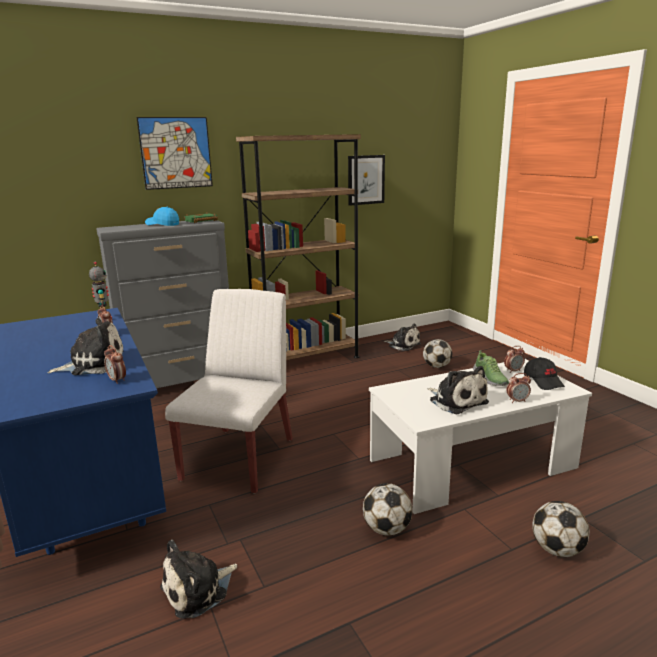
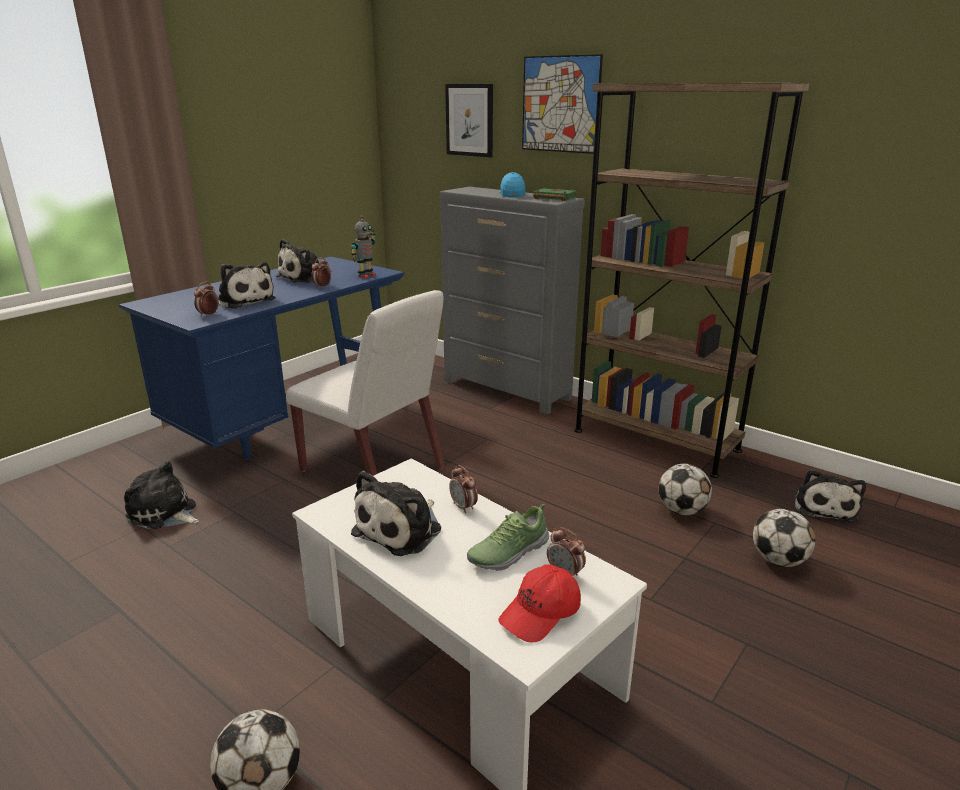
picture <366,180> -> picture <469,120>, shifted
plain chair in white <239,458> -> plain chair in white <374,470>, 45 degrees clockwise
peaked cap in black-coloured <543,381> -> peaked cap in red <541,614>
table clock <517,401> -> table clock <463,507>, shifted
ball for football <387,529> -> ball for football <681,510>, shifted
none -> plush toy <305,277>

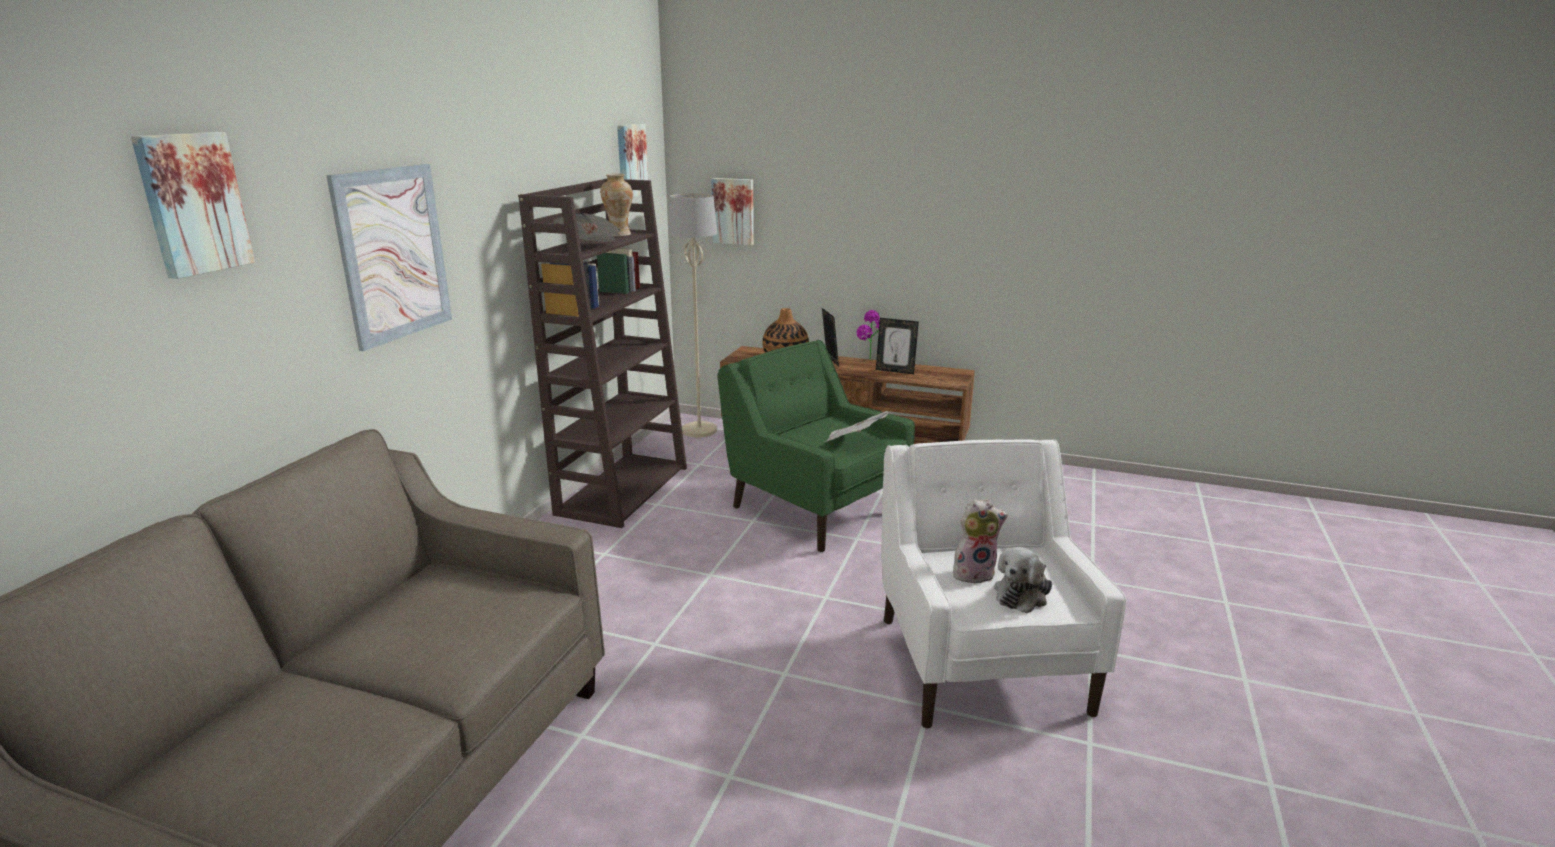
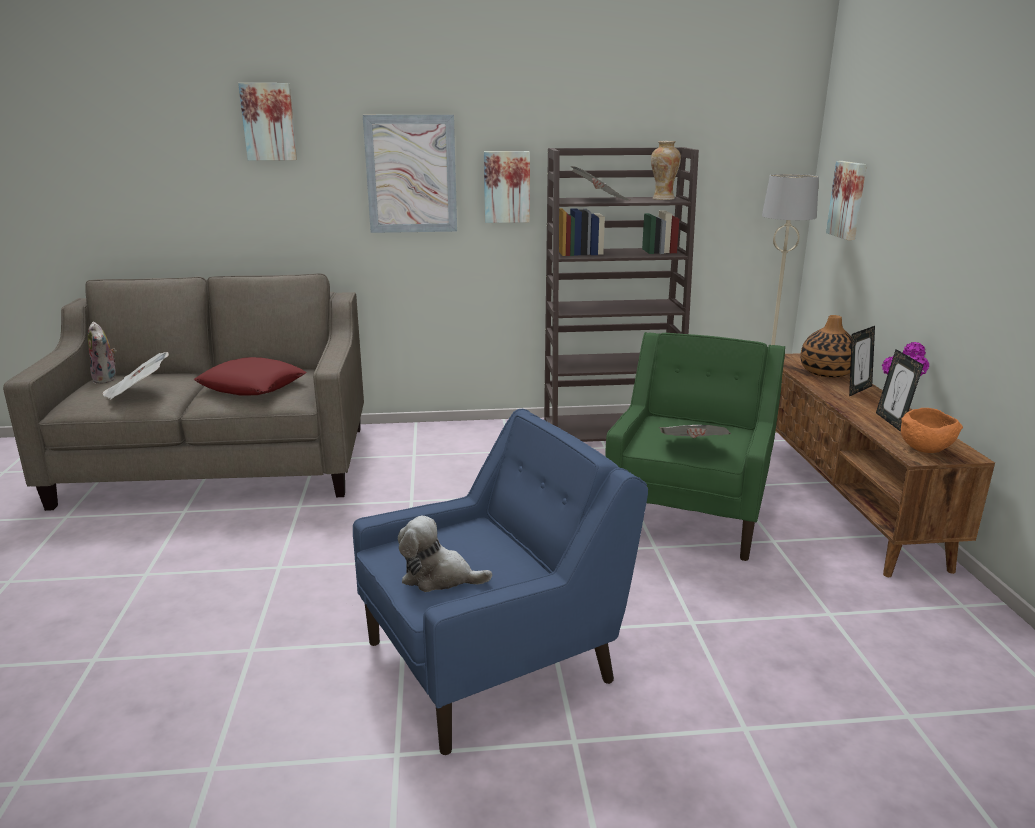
picture <630,160> -> picture <506,187>, shifted
lounge chair in white <981,661> -> lounge chair in blue-coloured <493,660>
plush toy <974,573> -> plush toy <107,379>, shifted
none -> printed paper <137,393>
none -> throw pillow in red <252,386>
none -> bowl in orange-coloured <925,449>

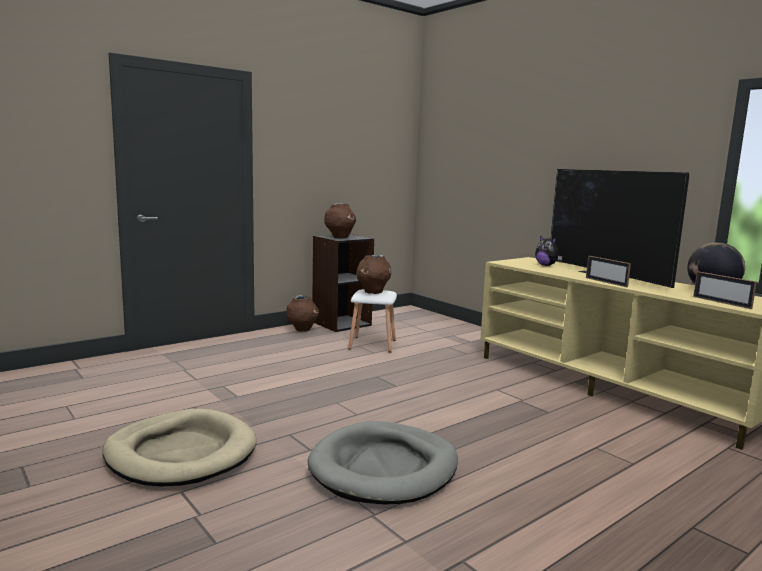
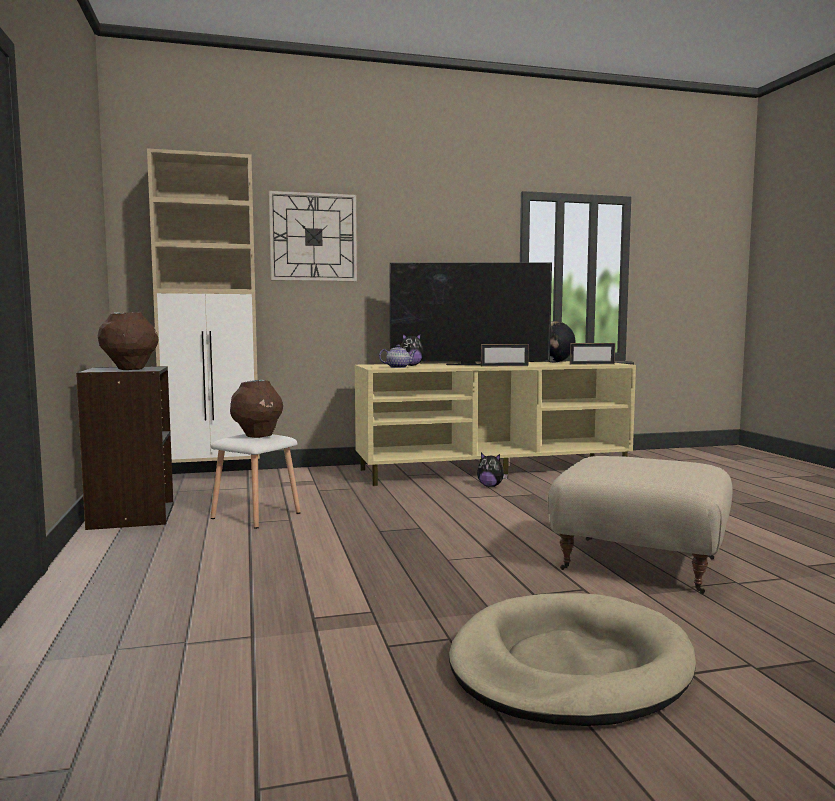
flower vase in brown <302,330> -> none
dog bed in gray <384,468> -> pouffe in beige <638,564>
none -> cupboard in beige <214,477>
none -> clock on the wall <313,237>
none -> tea pot <398,367>
none -> plush toy <490,486>

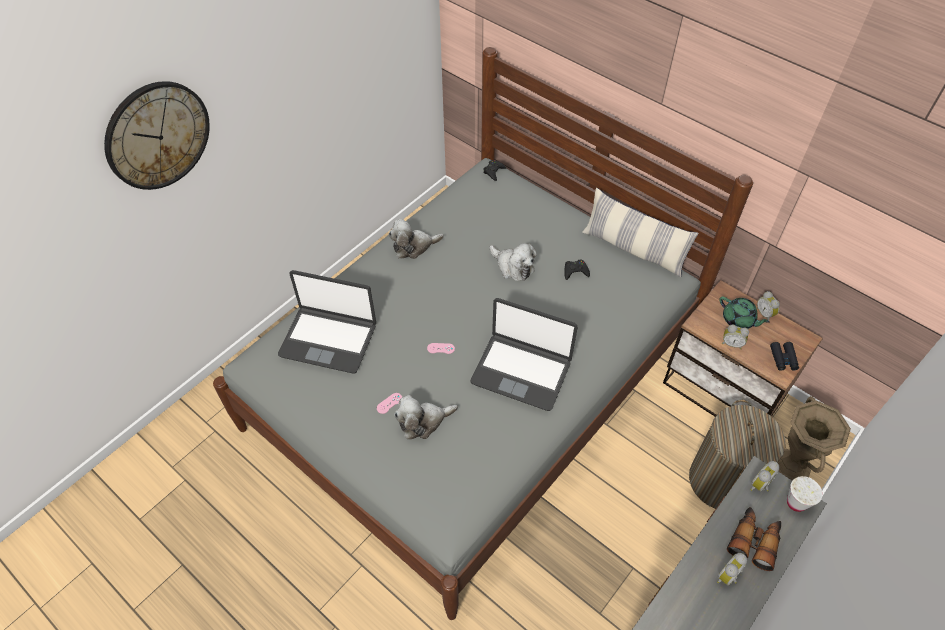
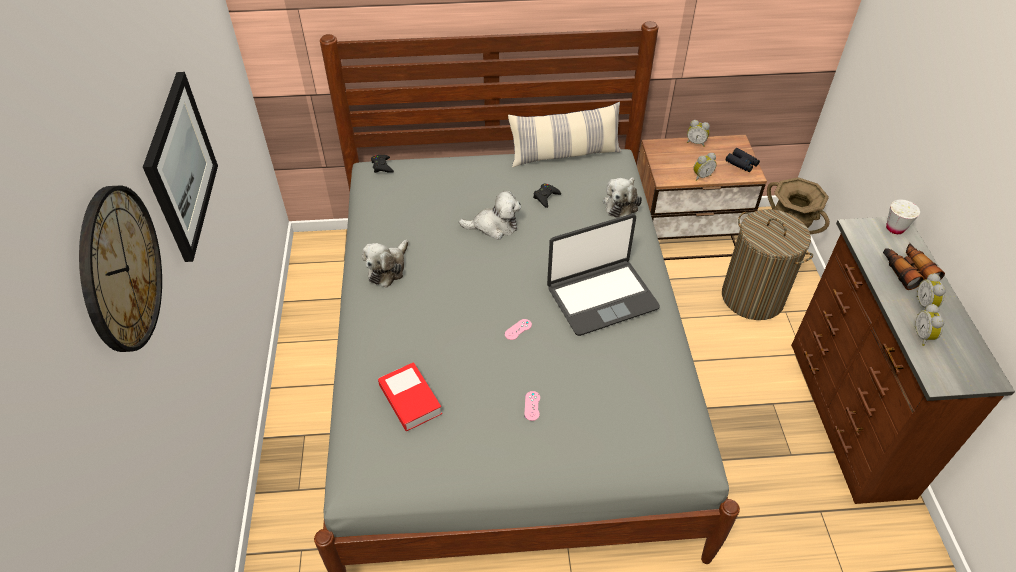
portable computer <328,339> -> volume <410,400>
tea pot in green <738,320> -> none
plush toy <423,422> -> plush toy <621,204>, shifted
table clock <761,485> -> table clock <923,336>, shifted
none -> picture <180,166>

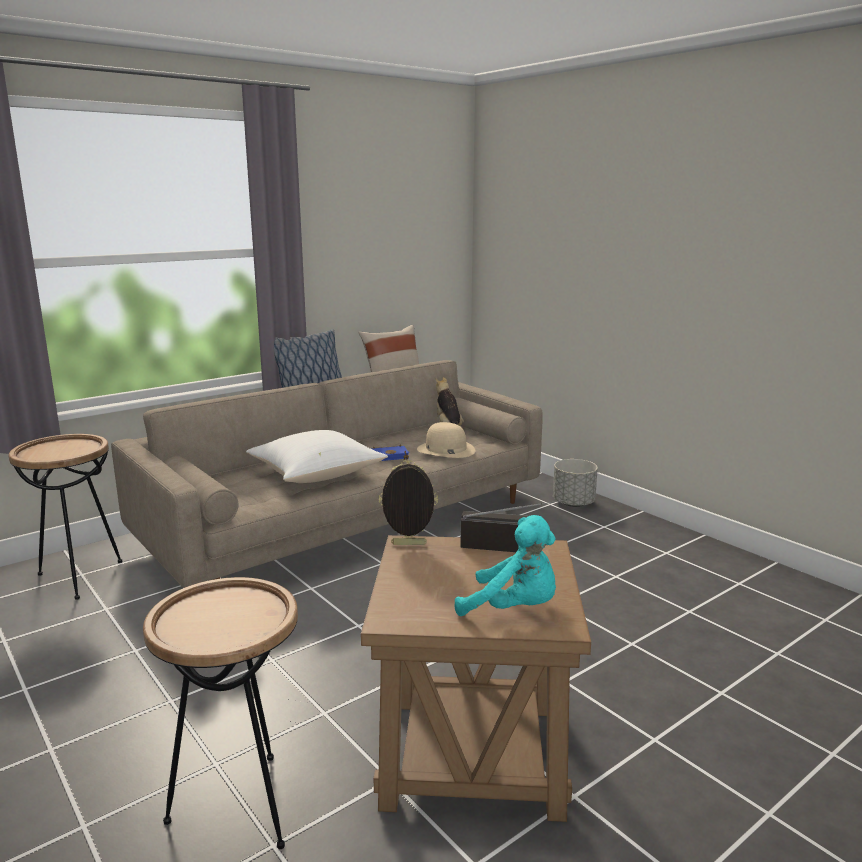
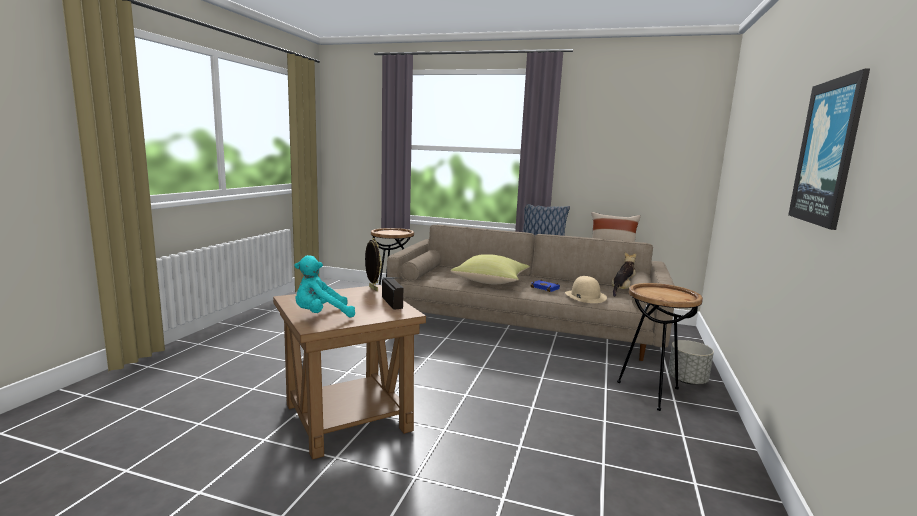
throw pillow in white <317,475> -> throw pillow in yellow <491,282>
plush toy in turquoise <513,609> -> plush toy in turquoise <321,315>, 75 degrees clockwise
accent table in brown <240,806> -> accent table in brown <651,393>, shifted
none -> picture <828,152>

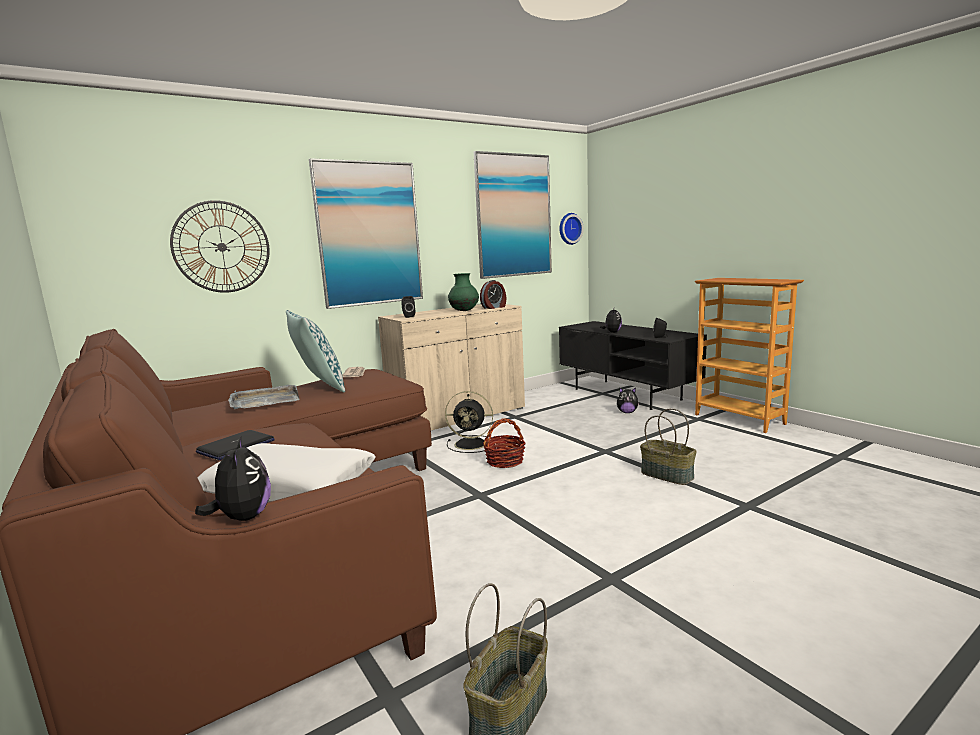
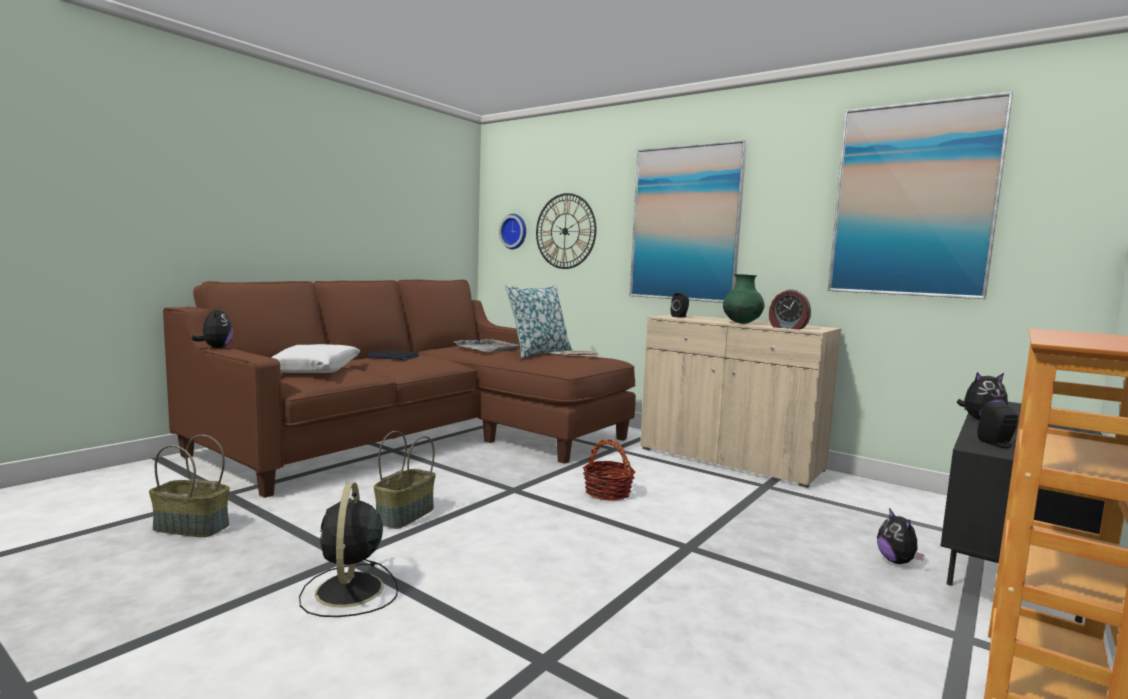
clock on the wall <569,229> -> clock on the wall <514,231>, shifted
electric fan in black-coloured <472,444> -> electric fan in black-coloured <349,591>, shifted
basket <667,475> -> basket <405,516>, shifted
plush toy <243,517> -> plush toy <216,348>, 75 degrees counterclockwise

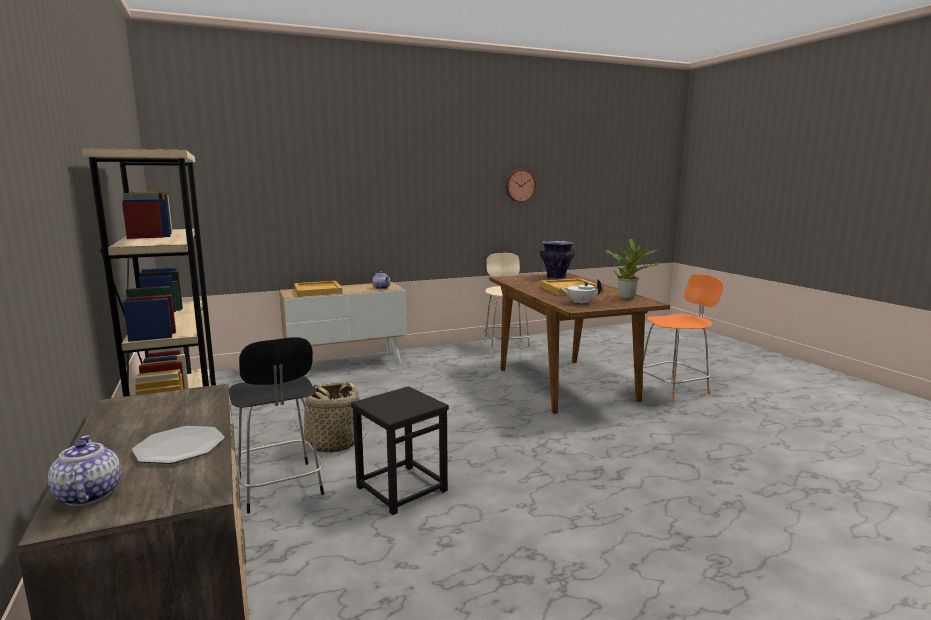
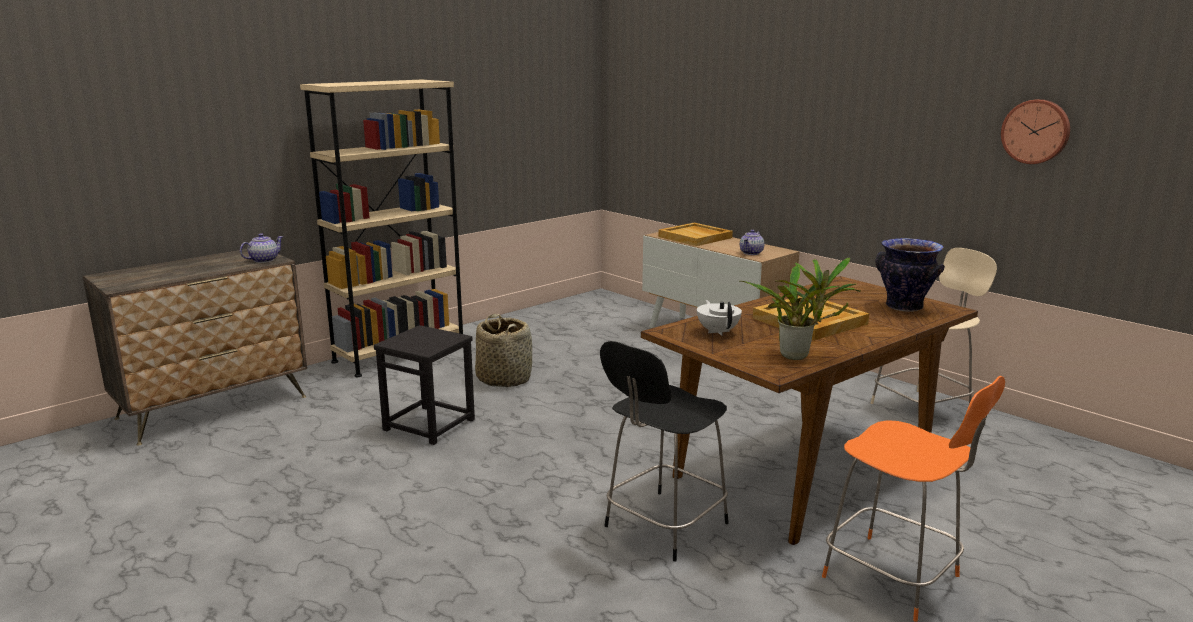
plain chair in black-coloured <280,488> -> plain chair in black-coloured <663,526>, shifted
plate <179,447> -> none
tea pot <87,495> -> tea pot <263,260>, shifted

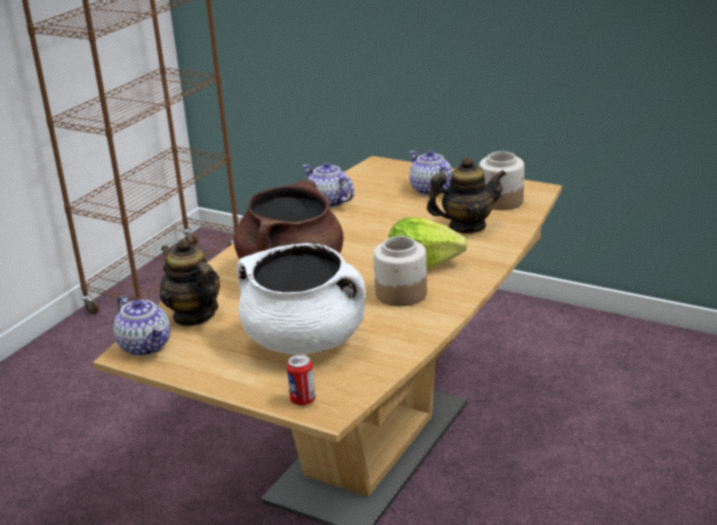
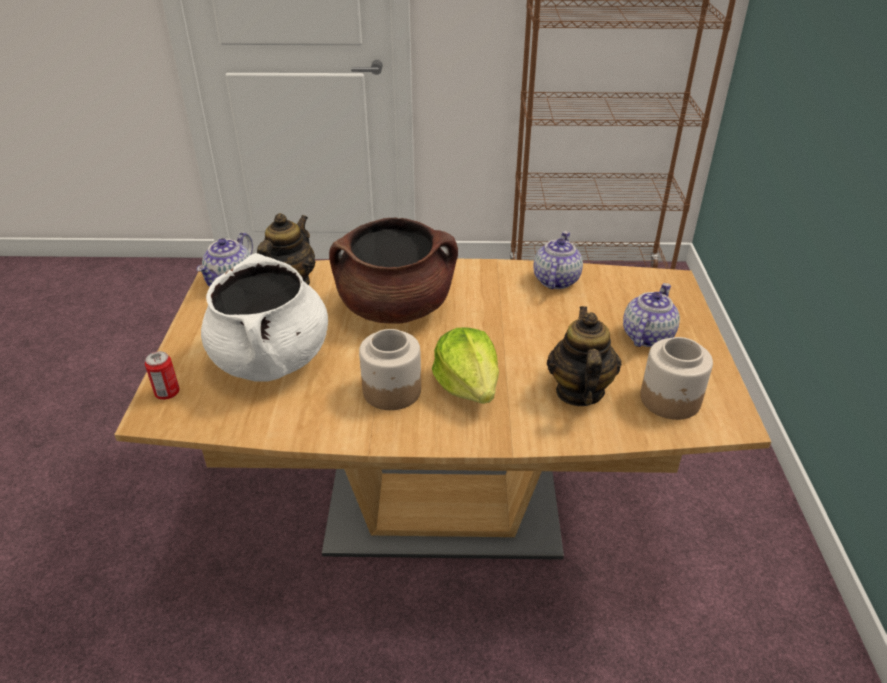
tea pot <467,226> -> tea pot <579,391>, 135 degrees counterclockwise

